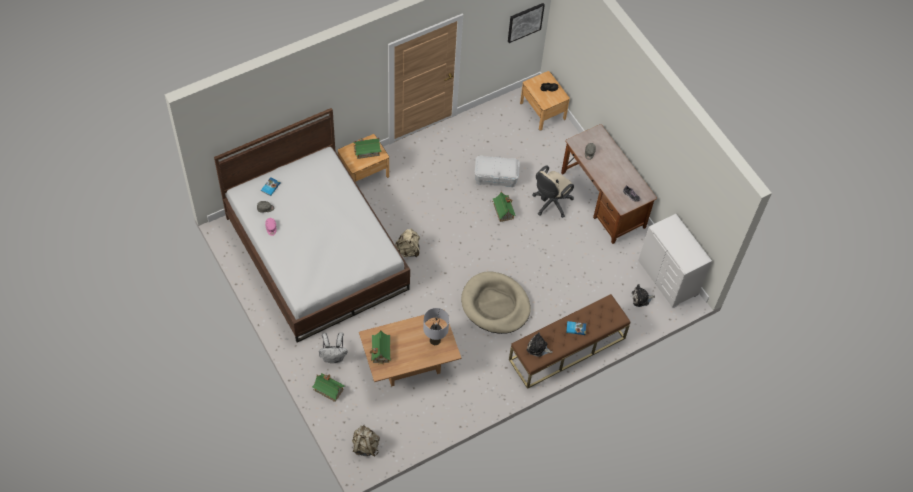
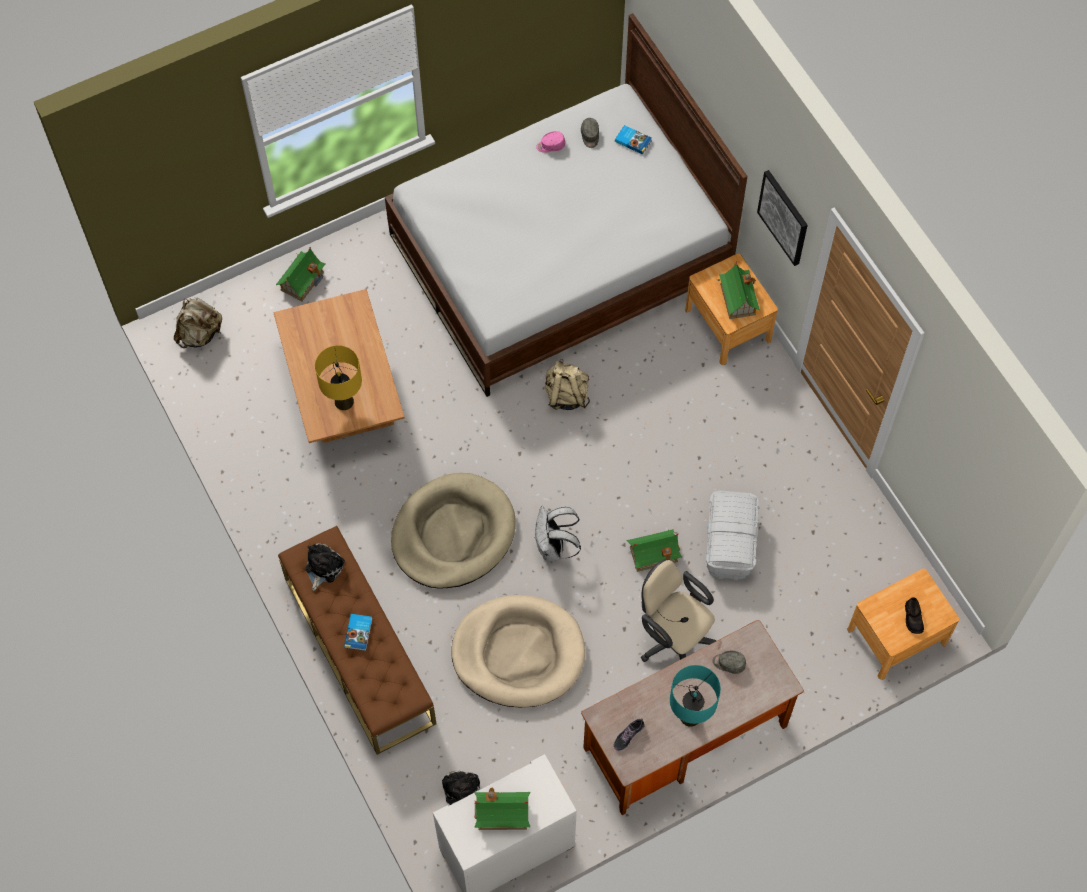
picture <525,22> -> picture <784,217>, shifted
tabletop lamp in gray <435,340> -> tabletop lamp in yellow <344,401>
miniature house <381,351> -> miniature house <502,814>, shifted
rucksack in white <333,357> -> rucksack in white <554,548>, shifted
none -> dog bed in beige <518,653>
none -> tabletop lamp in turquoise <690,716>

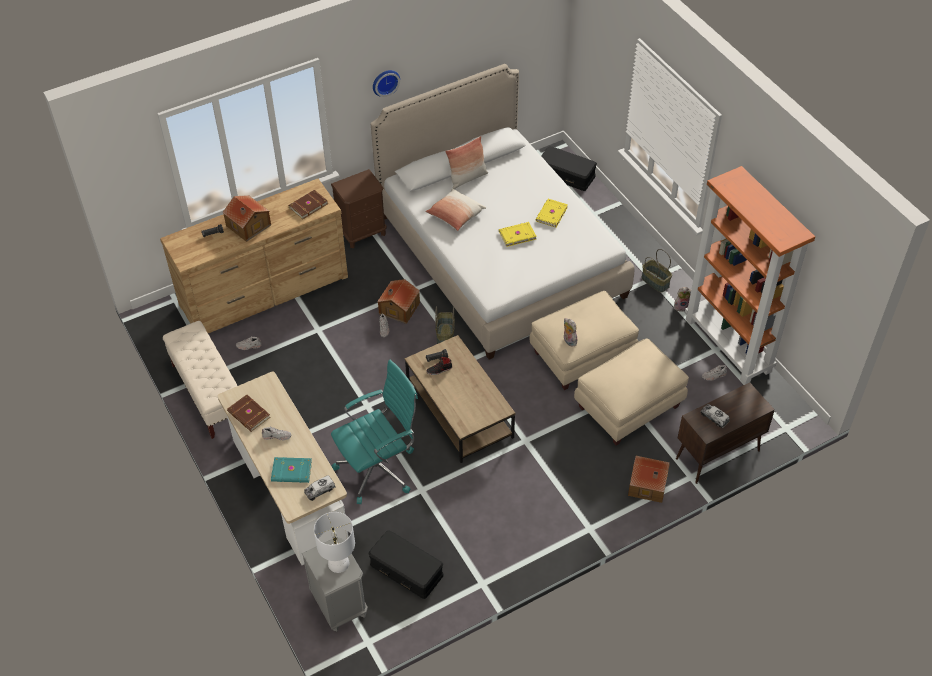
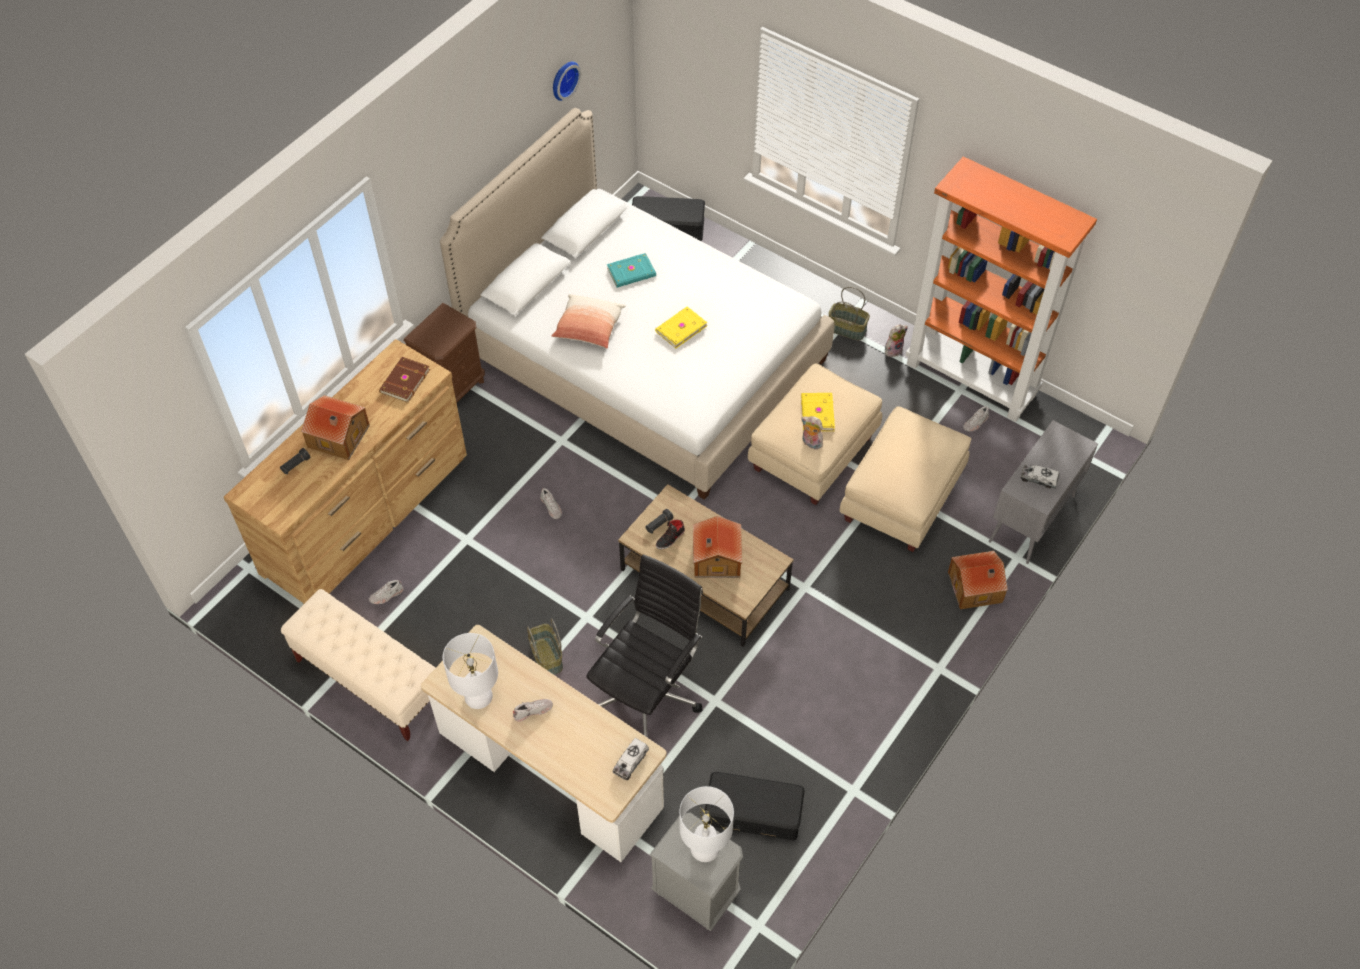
clock on the wall <385,81> -> clock on the wall <563,79>, shifted
throw pillow <467,178> -> none
volume in yellow <551,214> -> volume in yellow <816,414>, shifted
miniature house <398,308> -> miniature house <715,559>, shifted
basket <445,335> -> basket <546,656>, shifted
desk chair in turquoise <379,468> -> desk chair in black-coloured <647,694>
cupboard in brown <717,455> -> cupboard in gray <1031,520>
volume in brown <248,415> -> tabletop lamp in white <478,697>
volume in turquoise <292,472> -> volume in turquoise <632,273>, shifted

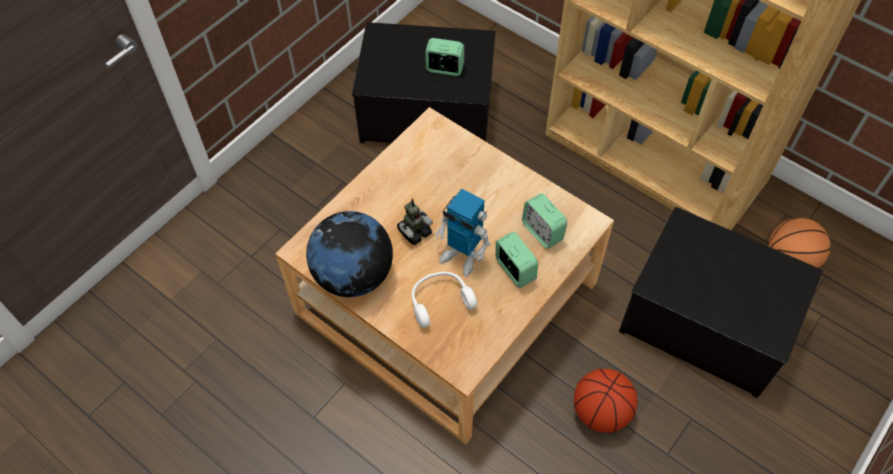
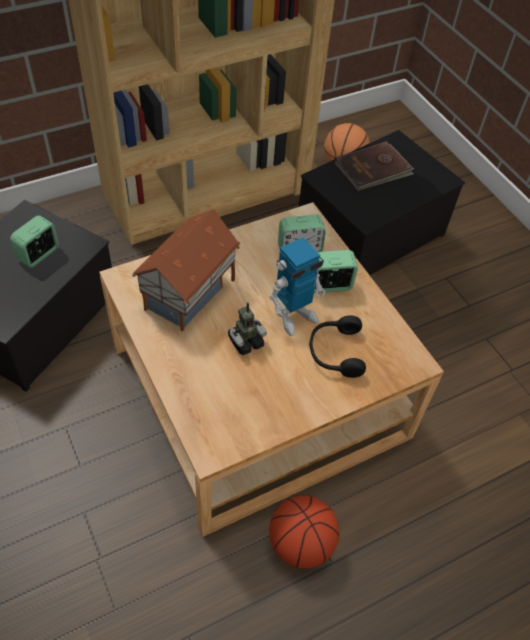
model robot <414,232> -> model robot <245,342>, 75 degrees clockwise
globe <353,275> -> none
headphones in white <440,300> -> headphones in black-coloured <335,352>
basketball <600,411> -> basketball <300,543>, shifted
none -> volume in brown <373,169>
none -> miniature house <191,295>

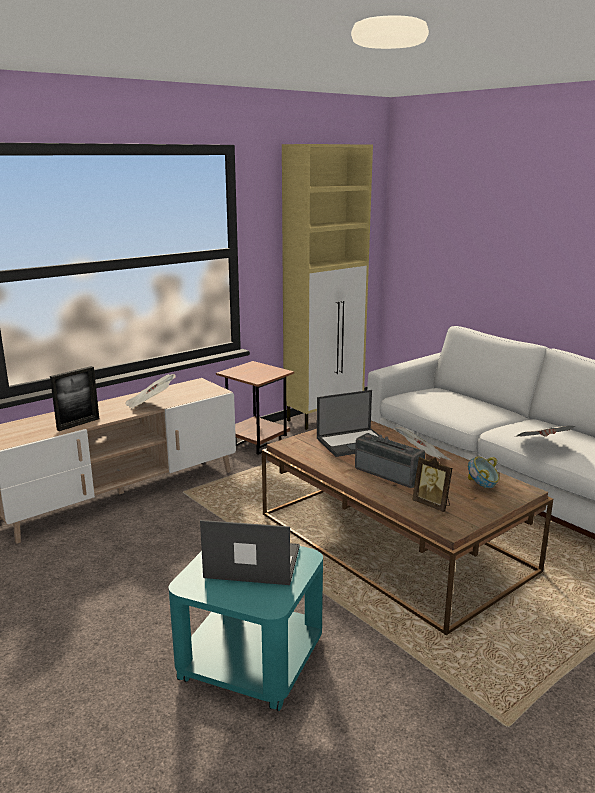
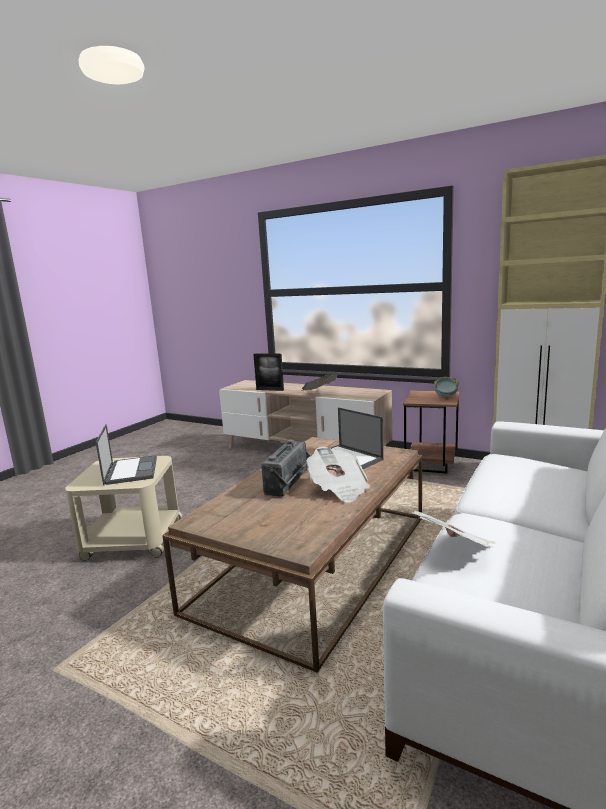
bowl <482,487> -> bowl <445,397>, shifted
photo frame <432,505> -> none
accent table in turquoise <251,661> -> accent table in beige <132,539>

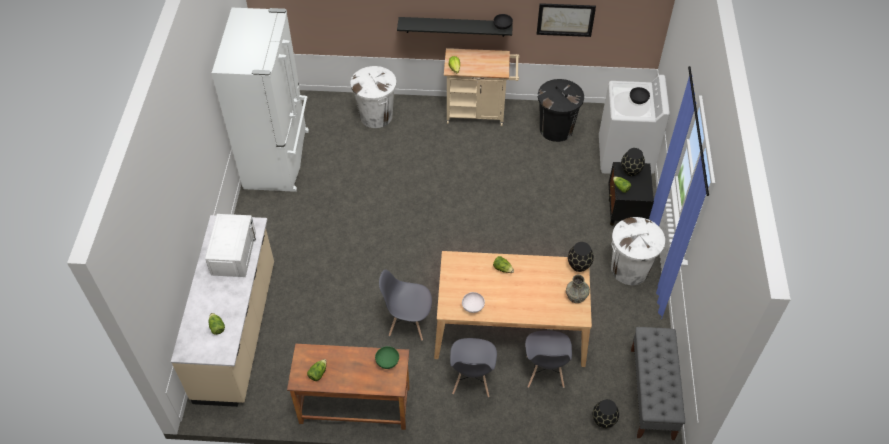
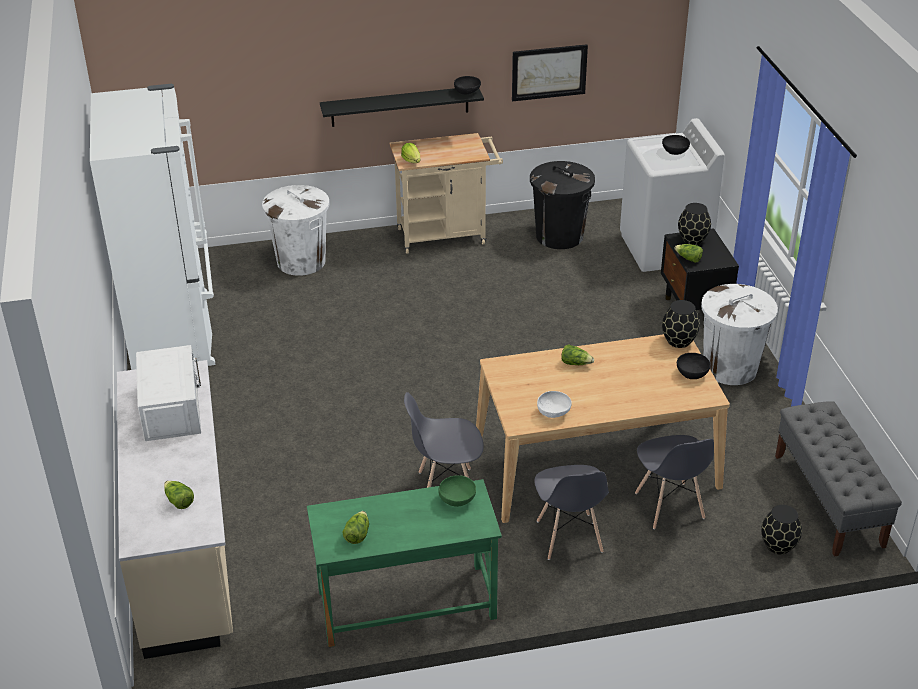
flower vase in gray <576,295> -> bowl in black-coloured <692,373>
desk table in brown <354,405> -> desk table in green <406,605>

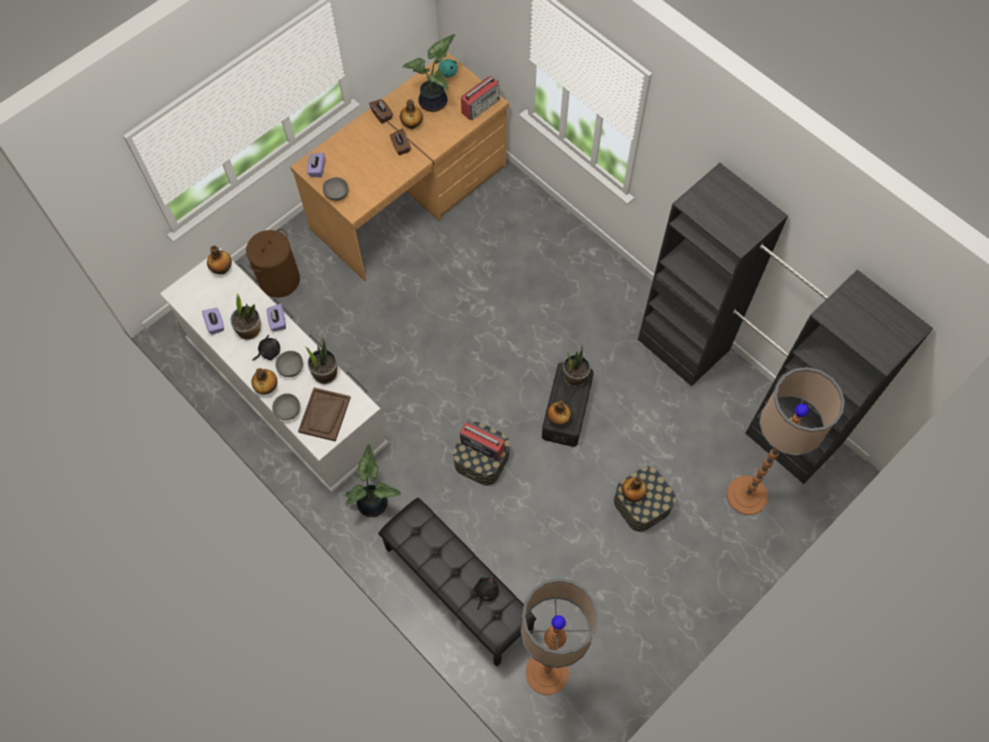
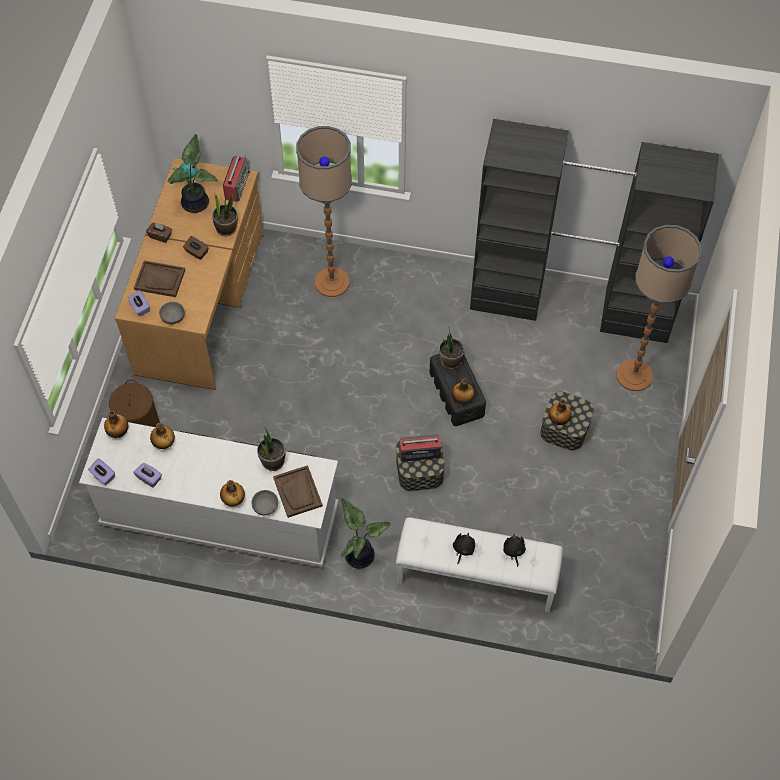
drink bottle <412,125> -> drink bottle <164,444>, shifted
plant in a pot <249,330> -> plant in a pot <226,228>, shifted
tissue box in purple <278,322> -> tissue box in purple <103,476>, shifted
plush toy in black-coloured <268,352> -> plush toy in black-coloured <463,549>, shifted
bowl in gray <292,368> -> none
bench in black-coloured <457,590> -> bench in white <476,577>
floor lamp <547,672> -> floor lamp <332,282>, shifted
none -> tray in brown <160,279>

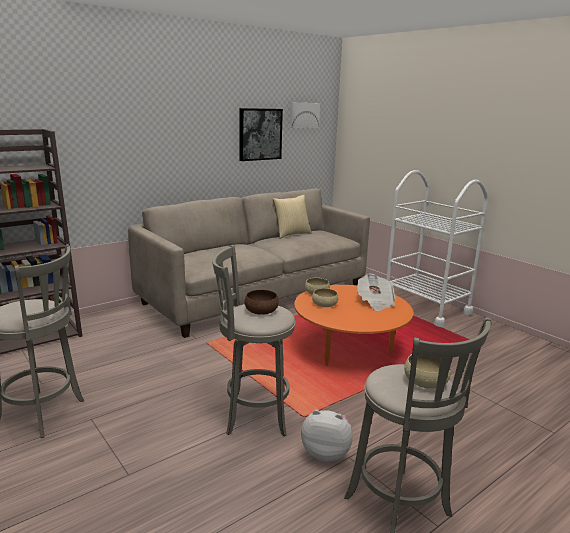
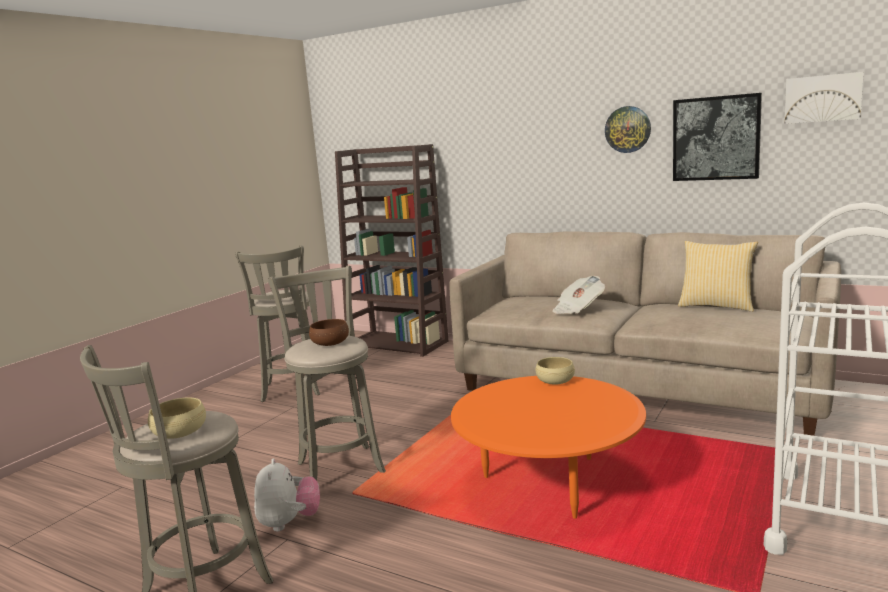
printed paper <375,302> -> printed paper <577,309>, shifted
bowl in beige <324,304> -> none
none -> clock on the wall <627,129>

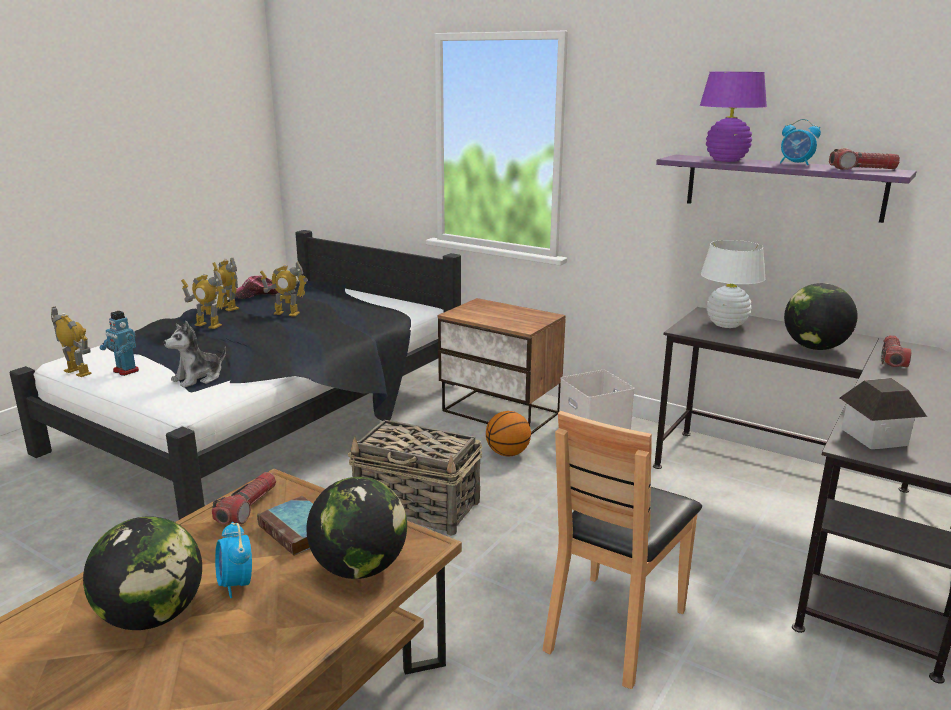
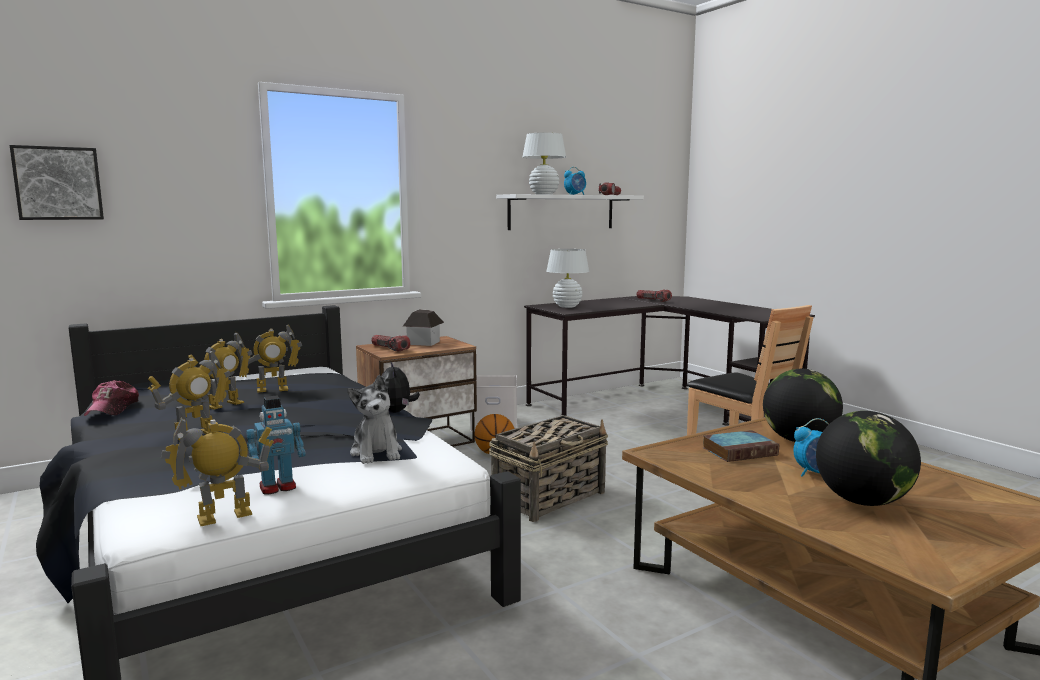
tabletop lamp in purple <726,160> -> tabletop lamp in white <543,194>
shelf in purple <783,187> -> shelf in white <561,212>
model robot <228,307> -> model robot <272,389>, shifted
globe <814,347> -> none
miniature house <875,437> -> miniature house <423,342>, shifted
flashlight <247,507> -> flashlight <390,349>, shifted
none -> picture <58,183>
none -> plush toy <397,411>

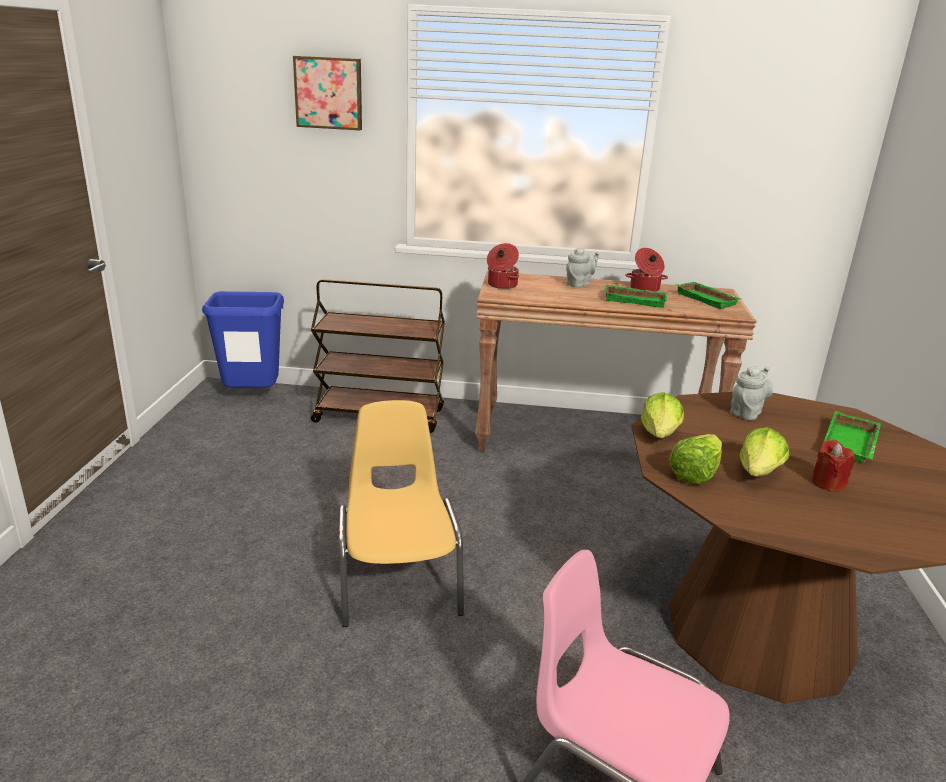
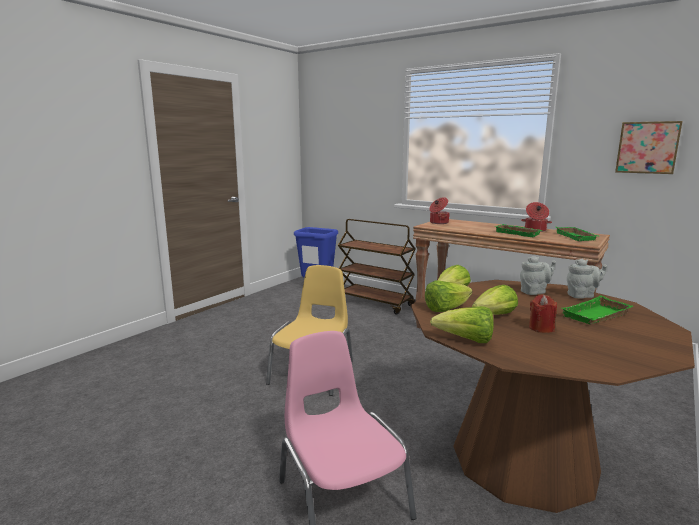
picture <329,93> -> picture <647,147>, shifted
tea pot in gray <580,284> -> tea pot in gray <582,295>, shifted
none -> head of lettuce <466,340>

